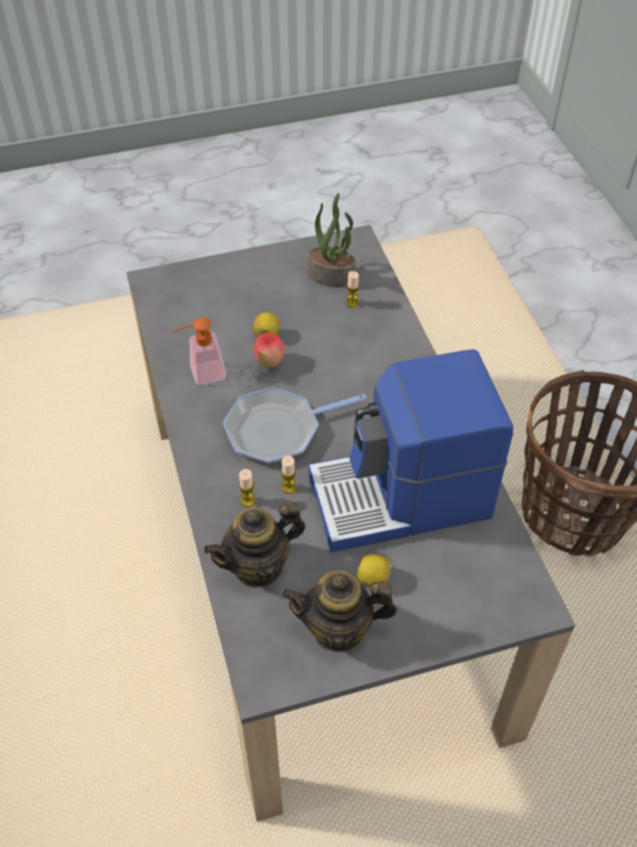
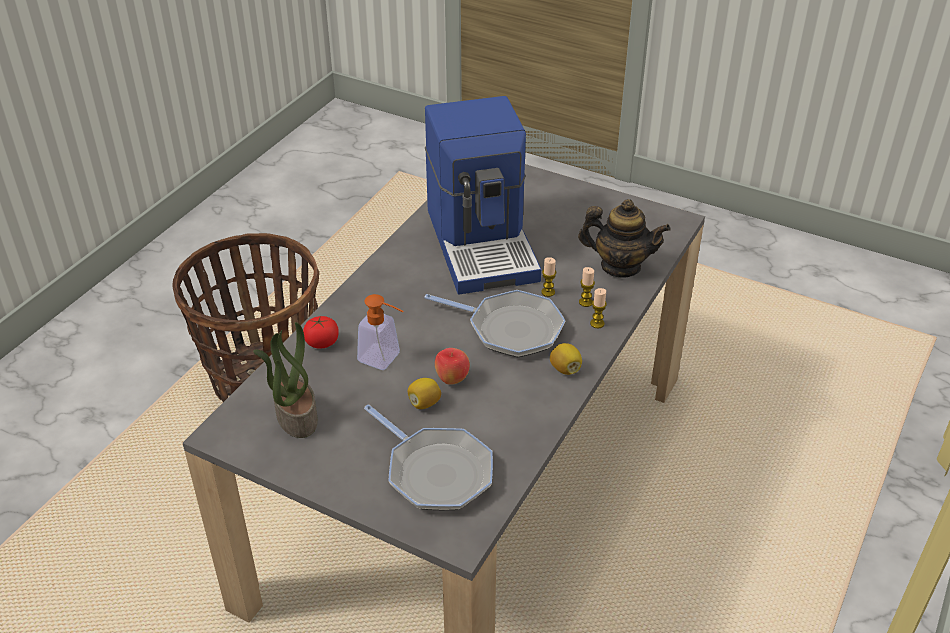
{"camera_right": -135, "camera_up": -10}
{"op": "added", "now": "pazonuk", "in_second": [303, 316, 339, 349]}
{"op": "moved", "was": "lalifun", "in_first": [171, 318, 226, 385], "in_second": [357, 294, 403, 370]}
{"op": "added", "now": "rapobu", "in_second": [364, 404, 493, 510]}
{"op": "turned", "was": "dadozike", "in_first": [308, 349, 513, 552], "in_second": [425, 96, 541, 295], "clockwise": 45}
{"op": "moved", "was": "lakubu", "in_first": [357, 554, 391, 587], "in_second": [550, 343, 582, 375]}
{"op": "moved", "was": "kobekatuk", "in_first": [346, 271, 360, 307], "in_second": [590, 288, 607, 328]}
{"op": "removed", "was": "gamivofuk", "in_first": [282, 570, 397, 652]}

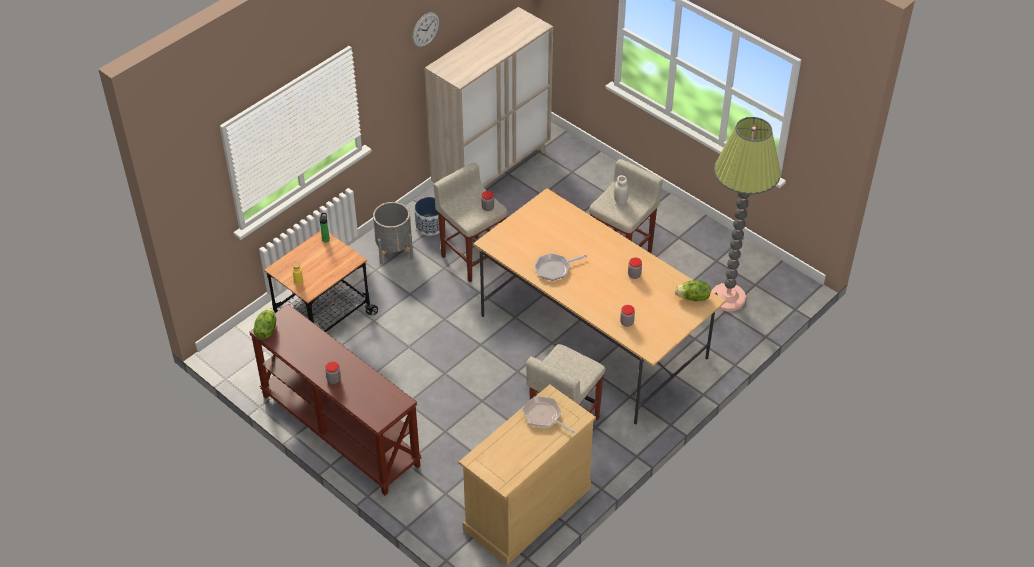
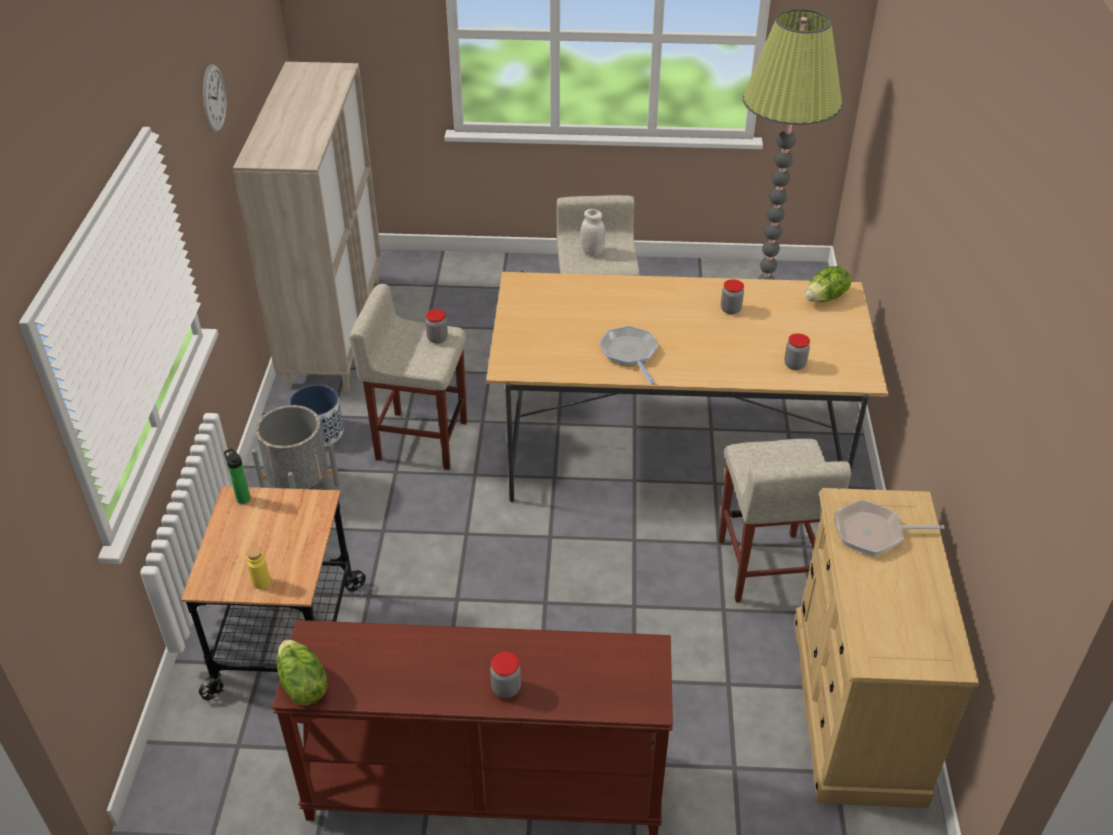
{"camera_right": -40, "camera_up": -5}
{"op": "turned", "was": "rapobu", "in_first": [534, 253, 587, 281], "in_second": [599, 326, 658, 385], "clockwise": 135}

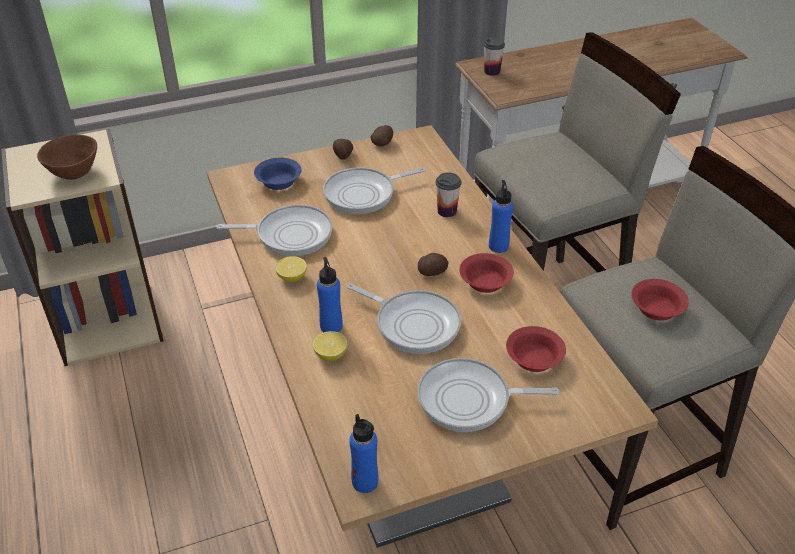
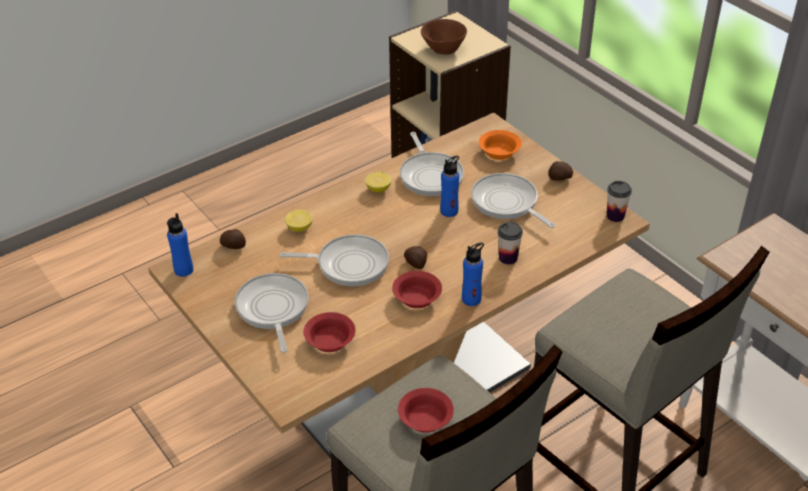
{"camera_right": 75, "camera_up": 0}
{"op": "moved", "was": "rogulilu", "in_first": [370, 125, 393, 147], "in_second": [220, 229, 246, 249]}
{"op": "turned", "was": "rapobu", "in_first": [347, 283, 461, 354], "in_second": [280, 234, 389, 286], "clockwise": -105}
{"op": "moved", "was": "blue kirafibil", "in_first": [317, 257, 343, 332], "in_second": [440, 155, 459, 217]}
{"op": "recoloured", "was": "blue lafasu", "now": "orange lafasu", "in_first": [254, 158, 301, 190], "in_second": [479, 130, 522, 160]}
{"op": "moved", "was": "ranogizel", "in_first": [484, 37, 505, 76], "in_second": [607, 181, 632, 222]}

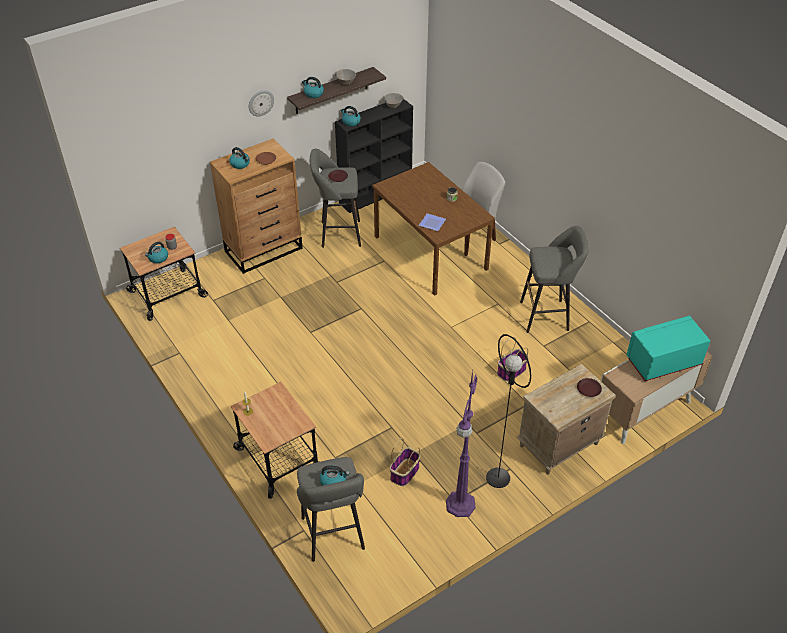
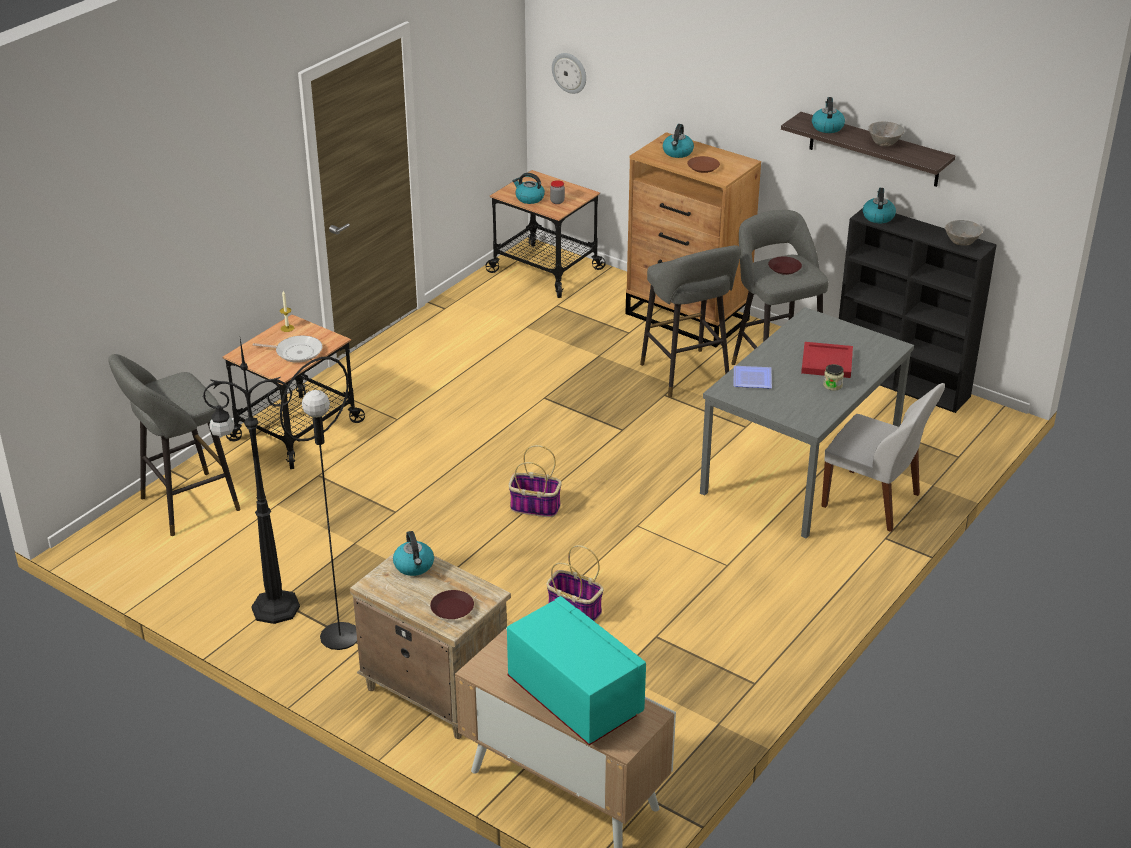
{"camera_right": 70, "camera_up": -10}
{"op": "recoloured", "was": "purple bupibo", "now": "black bupibo", "in_first": [446, 371, 477, 517], "in_second": [203, 339, 300, 624]}
{"op": "added", "now": "rapobu", "in_second": [252, 336, 322, 363]}
{"op": "moved", "was": "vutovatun", "in_first": [320, 465, 350, 486], "in_second": [393, 531, 434, 576]}
{"op": "moved", "was": "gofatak", "in_first": [390, 438, 421, 486], "in_second": [509, 445, 562, 517]}
{"op": "moved", "was": "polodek", "in_first": [249, 90, 274, 116], "in_second": [552, 53, 586, 94]}
{"op": "moved", "was": "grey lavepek", "in_first": [520, 226, 588, 333], "in_second": [640, 245, 741, 398]}
{"op": "recoloured", "was": "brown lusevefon", "now": "grey lusevefon", "in_first": [372, 162, 495, 296], "in_second": [700, 307, 914, 538]}
{"op": "added", "now": "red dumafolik", "in_second": [801, 342, 853, 378]}

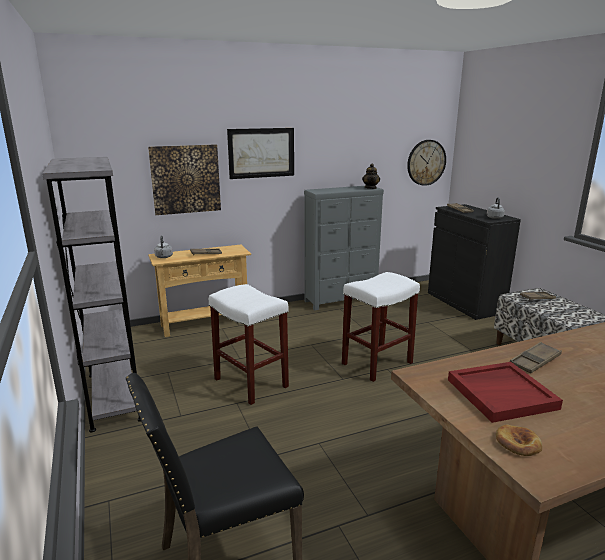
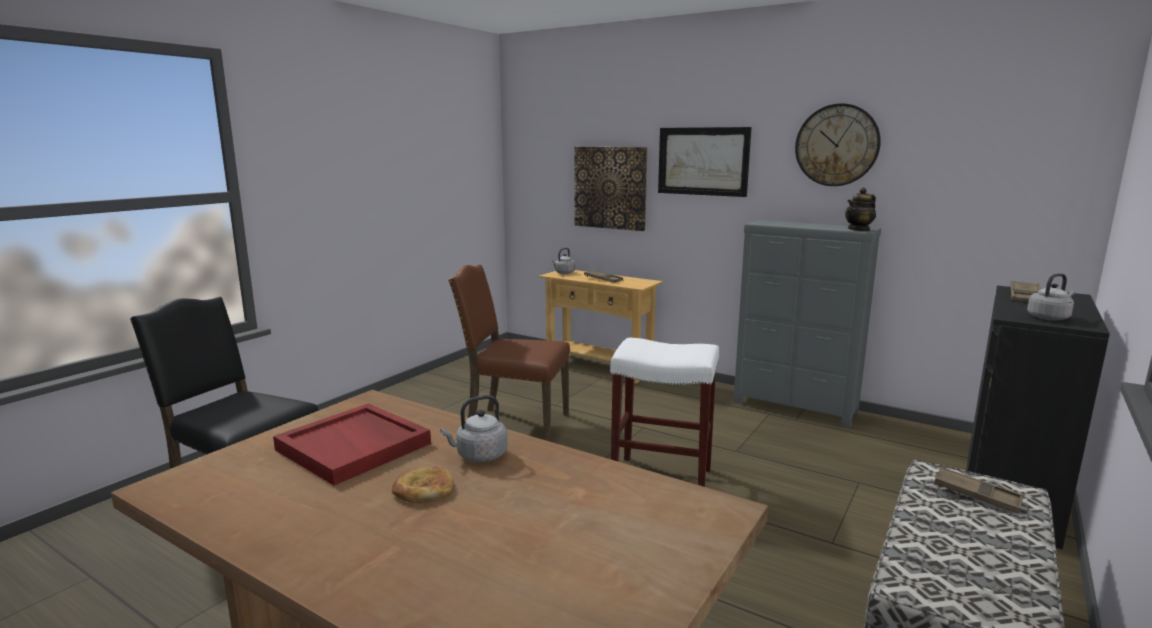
{"camera_right": 55, "camera_up": -5}
{"op": "moved", "was": "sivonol", "in_first": [496, 425, 542, 456], "in_second": [392, 467, 454, 503]}
{"op": "replaced", "was": "brown dumafolik", "now": "grey vutovatun", "in_first": [510, 342, 562, 373], "in_second": [440, 395, 508, 462]}
{"op": "replaced", "was": "white lavepek", "now": "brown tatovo", "in_first": [209, 284, 289, 405], "in_second": [448, 264, 570, 442]}
{"op": "moved", "was": "polodek", "in_first": [407, 140, 446, 186], "in_second": [795, 103, 881, 186]}
{"op": "removed", "was": "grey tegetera", "in_first": [42, 157, 141, 432]}

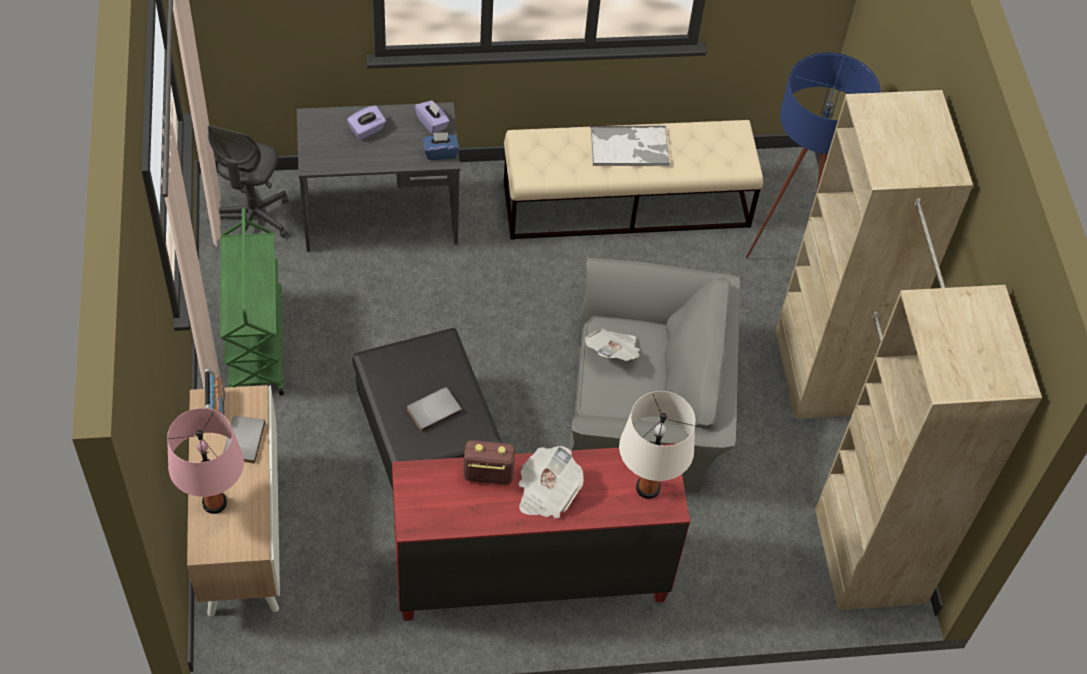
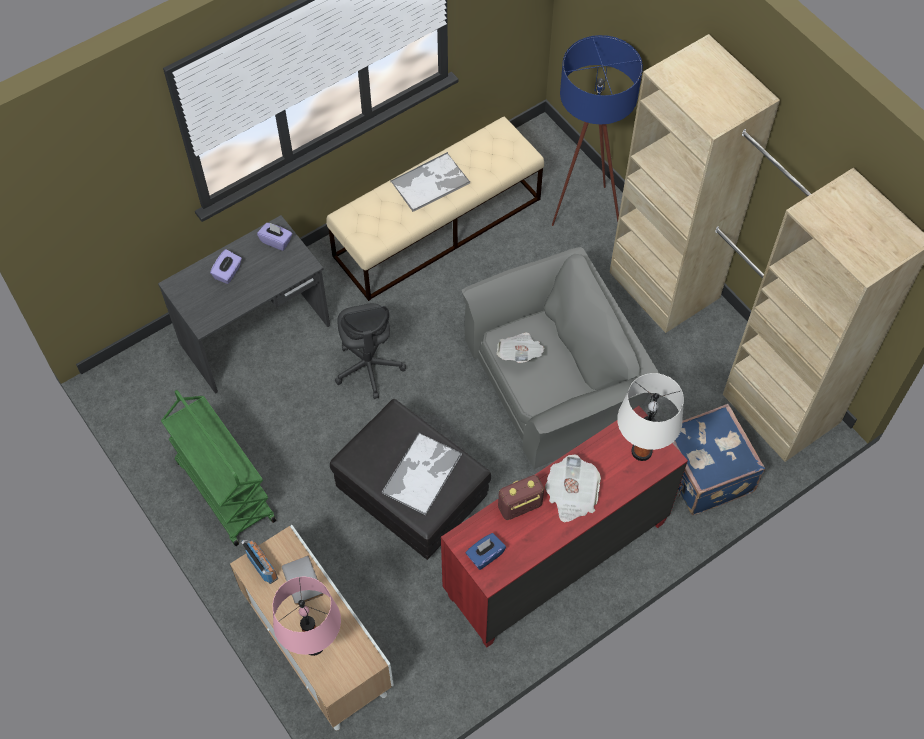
{"camera_right": -25, "camera_up": 5}
{"op": "moved", "was": "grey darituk", "in_first": [208, 125, 289, 238], "in_second": [335, 303, 406, 399]}
{"op": "replaced", "was": "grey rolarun", "now": "dumafolik", "in_first": [407, 387, 462, 432], "in_second": [381, 433, 462, 516]}
{"op": "moved", "was": "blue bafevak", "in_first": [423, 132, 459, 160], "in_second": [465, 533, 506, 570]}
{"op": "added", "now": "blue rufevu", "in_second": [673, 404, 765, 515]}

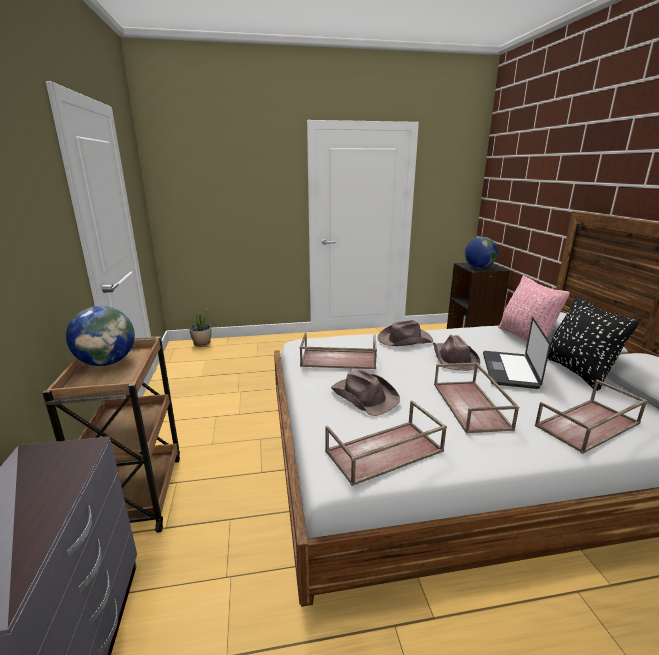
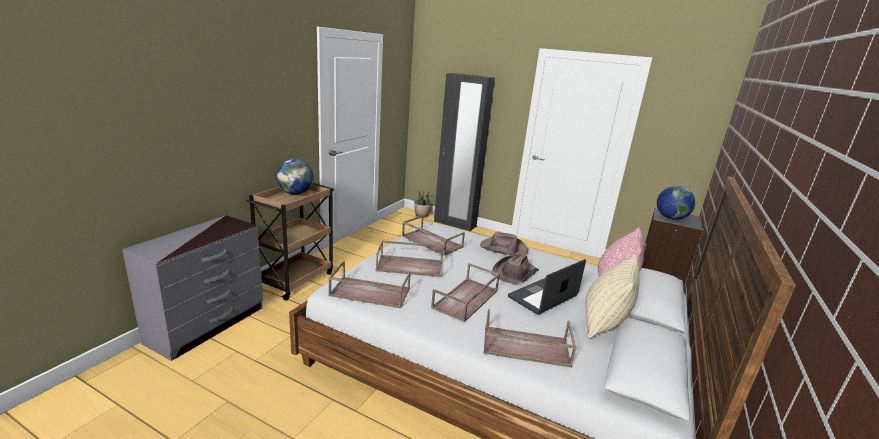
{"camera_right": 35, "camera_up": 0}
{"op": "replaced", "was": "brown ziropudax", "now": "brown dumafolik", "in_first": [331, 369, 400, 416], "in_second": [375, 240, 444, 277]}
{"op": "added", "now": "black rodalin", "in_second": [434, 73, 495, 231]}
{"op": "recoloured", "was": "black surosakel", "now": "beige surosakel", "in_first": [548, 297, 639, 391], "in_second": [585, 254, 640, 339]}

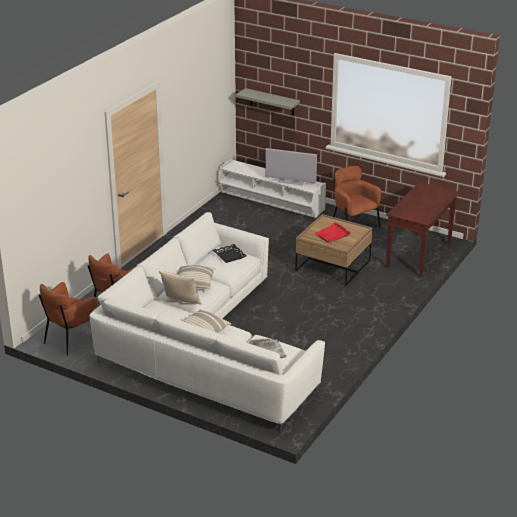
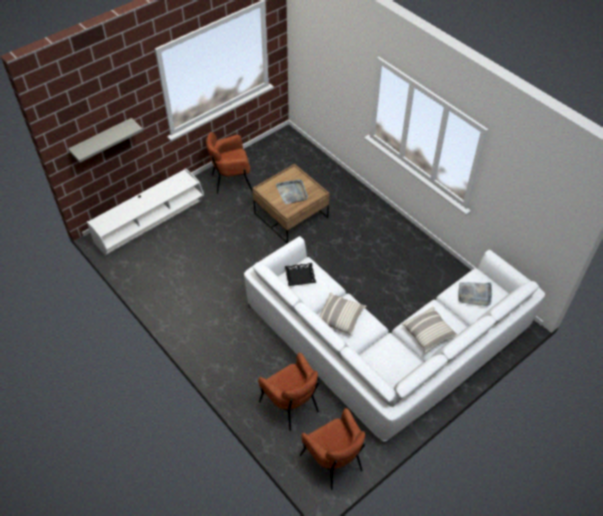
{"camera_right": -70, "camera_up": 20}
{"op": "recoloured", "was": "red dumafolik", "now": "grey dumafolik", "in_first": [315, 222, 351, 243], "in_second": [276, 179, 308, 204]}
{"op": "removed", "was": "surosakel", "in_first": [159, 271, 202, 304]}
{"op": "removed", "was": "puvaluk", "in_first": [266, 148, 317, 185]}
{"op": "removed", "was": "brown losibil", "in_first": [386, 182, 459, 277]}

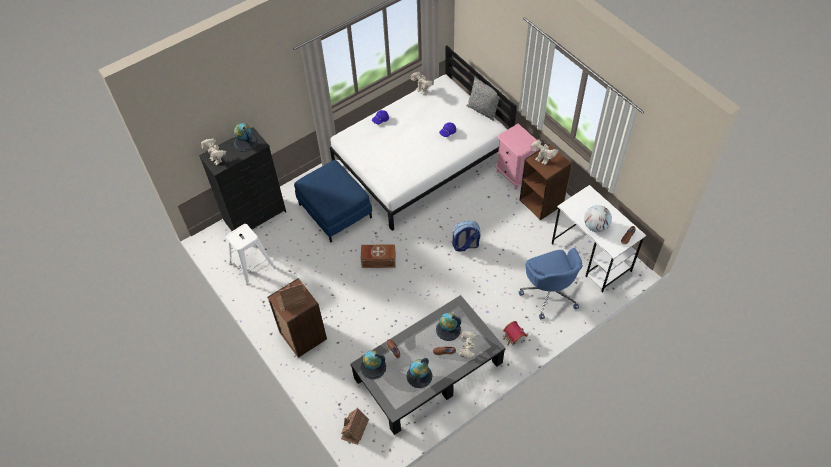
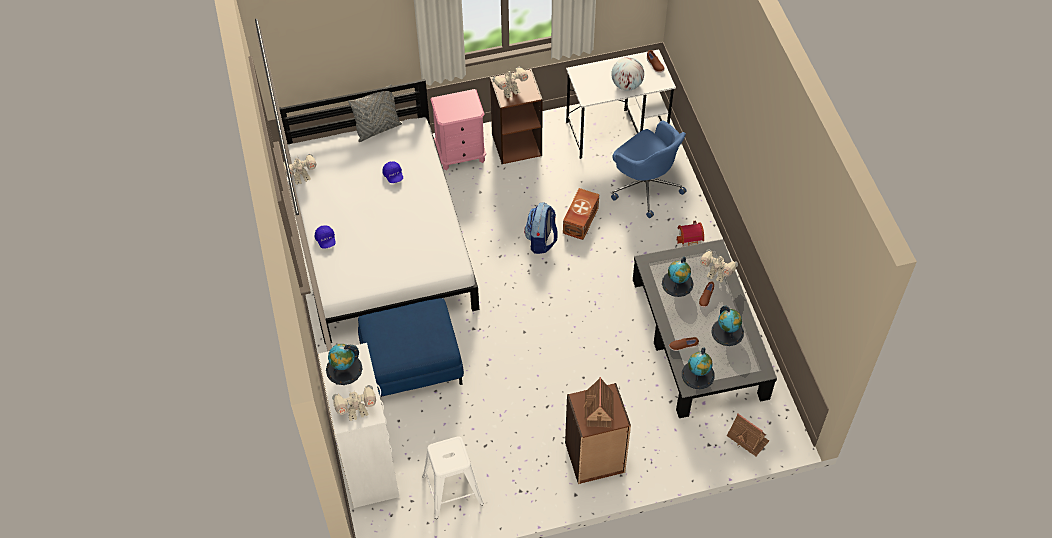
{"camera_right": -70, "camera_up": 0}
{"op": "recoloured", "was": "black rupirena", "now": "white rupirena", "in_first": [199, 127, 286, 236], "in_second": [318, 343, 399, 508]}
{"op": "moved", "was": "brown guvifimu", "in_first": [361, 244, 396, 268], "in_second": [563, 188, 599, 240]}
{"op": "turned", "was": "blue darituk", "in_first": [519, 248, 583, 319], "in_second": [611, 120, 687, 218], "clockwise": 45}

